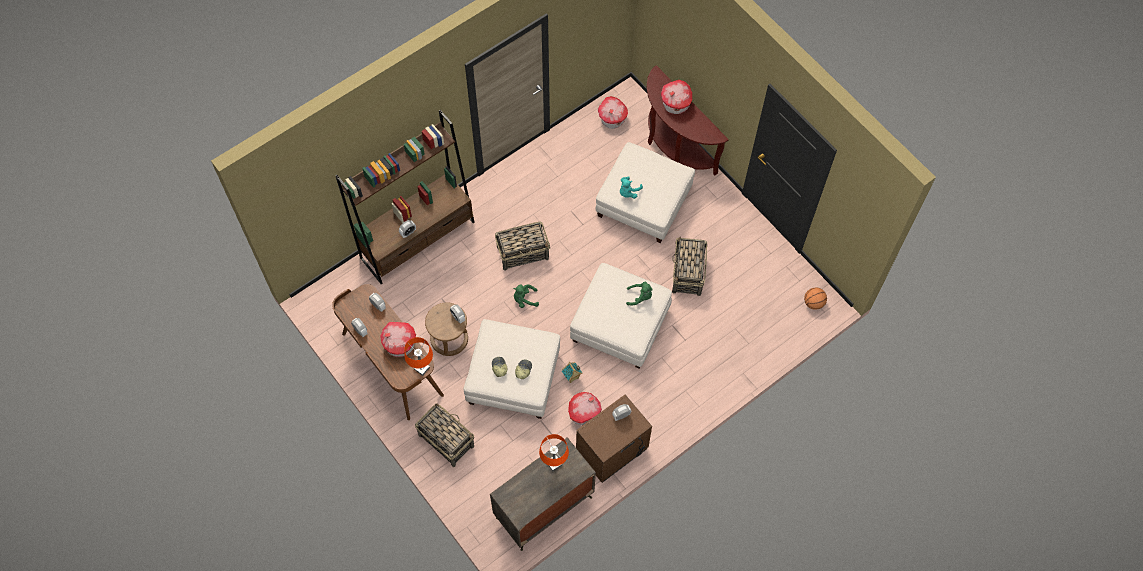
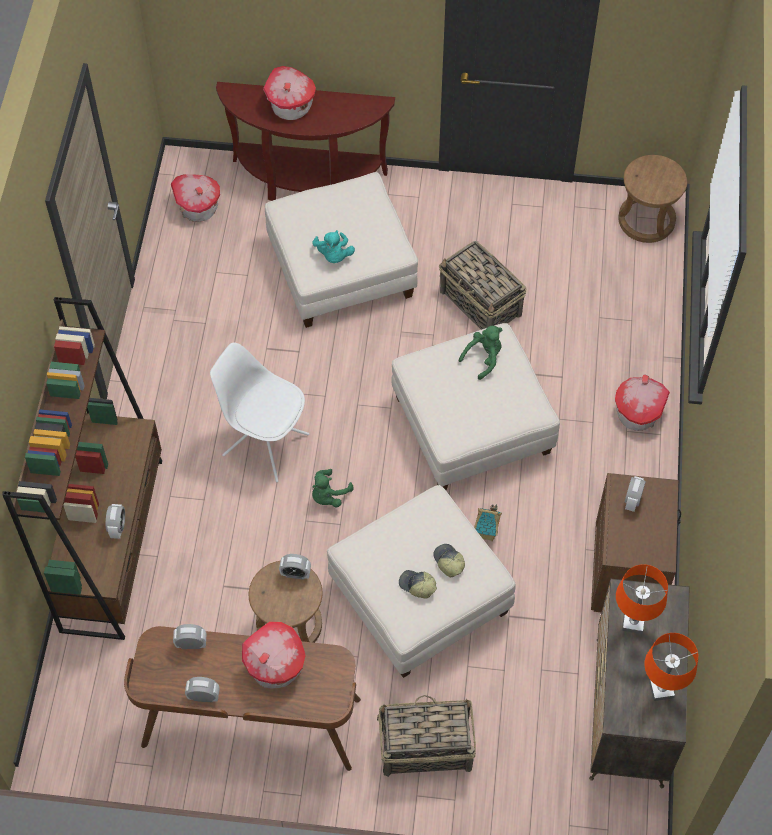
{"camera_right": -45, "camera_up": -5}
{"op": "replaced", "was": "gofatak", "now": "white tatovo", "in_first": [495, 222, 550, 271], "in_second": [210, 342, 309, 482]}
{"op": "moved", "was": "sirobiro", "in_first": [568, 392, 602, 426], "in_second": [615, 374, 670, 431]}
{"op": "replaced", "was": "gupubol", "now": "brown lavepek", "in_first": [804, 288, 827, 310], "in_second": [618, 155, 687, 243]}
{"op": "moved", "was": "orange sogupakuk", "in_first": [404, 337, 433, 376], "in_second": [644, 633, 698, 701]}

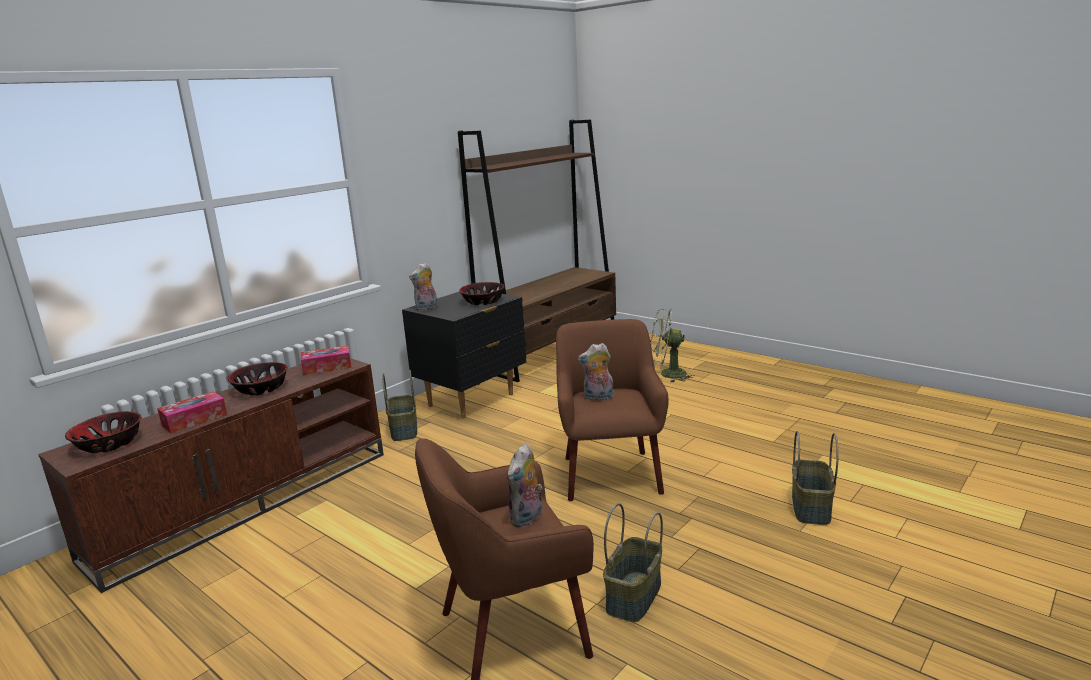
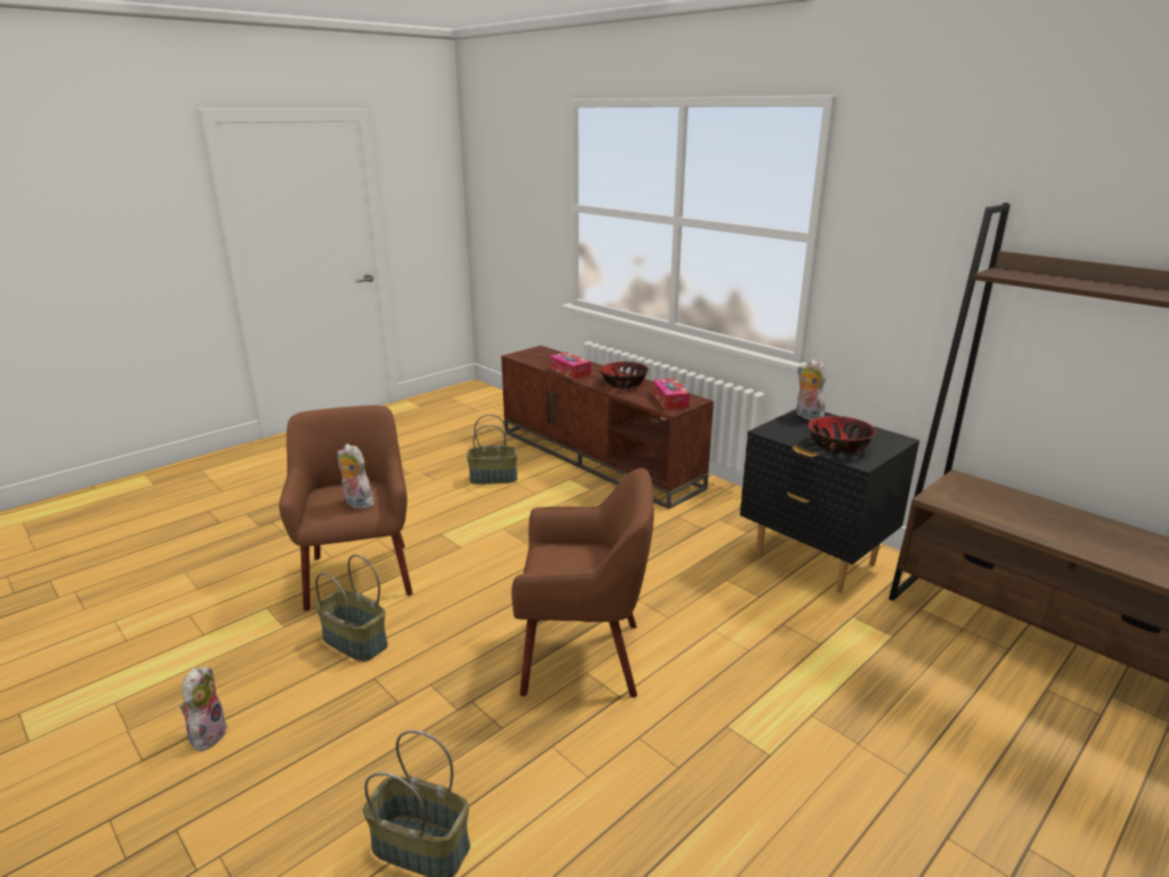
{"camera_right": 95, "camera_up": 5}
{"op": "moved", "was": "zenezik", "in_first": [578, 343, 614, 401], "in_second": [180, 666, 228, 751]}
{"op": "moved", "was": "gofatak", "in_first": [382, 370, 417, 441], "in_second": [467, 414, 517, 484]}
{"op": "removed", "was": "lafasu", "in_first": [65, 411, 142, 453]}
{"op": "removed", "was": "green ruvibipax", "in_first": [650, 309, 695, 383]}

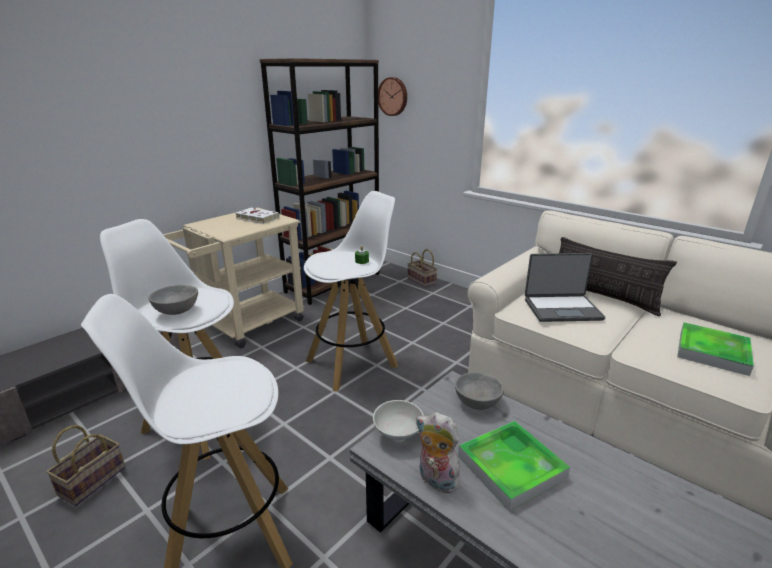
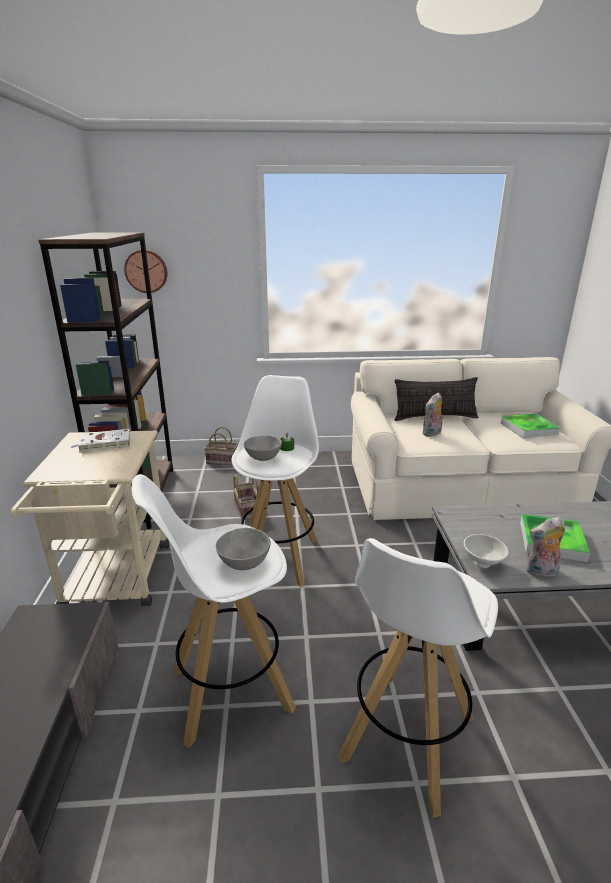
{"camera_right": -45, "camera_up": 0}
{"op": "moved", "was": "gofatak", "in_first": [46, 425, 125, 506], "in_second": [233, 475, 259, 520]}
{"op": "moved", "was": "grey lafasu", "in_first": [455, 372, 504, 410], "in_second": [244, 435, 282, 461]}
{"op": "replaced", "was": "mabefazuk", "now": "zenezik", "in_first": [525, 253, 605, 322], "in_second": [422, 392, 443, 436]}

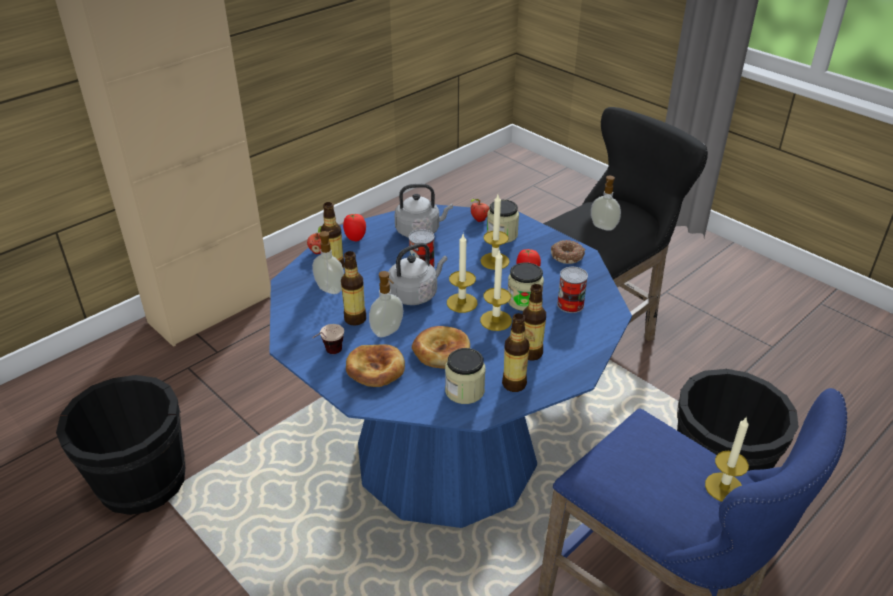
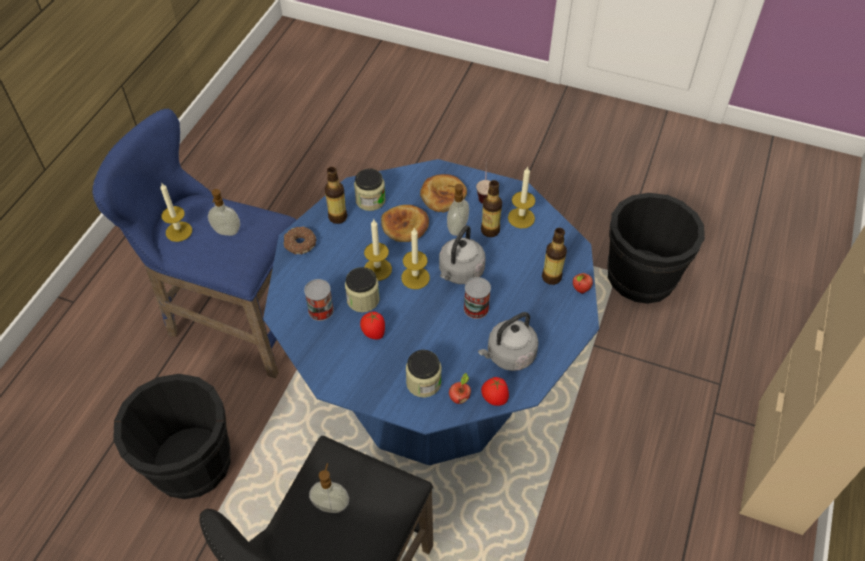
{"camera_right": 155, "camera_up": 15}
{"op": "moved", "was": "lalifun", "in_first": [312, 230, 344, 294], "in_second": [208, 189, 240, 236]}
{"op": "moved", "was": "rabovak", "in_first": [551, 240, 585, 264], "in_second": [284, 227, 317, 254]}
{"op": "moved", "was": "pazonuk", "in_first": [343, 214, 366, 241], "in_second": [481, 377, 509, 406]}
{"op": "moved", "was": "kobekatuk", "in_first": [481, 195, 510, 270], "in_second": [508, 166, 535, 228]}
{"op": "removed", "was": "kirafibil", "in_first": [523, 284, 546, 361]}

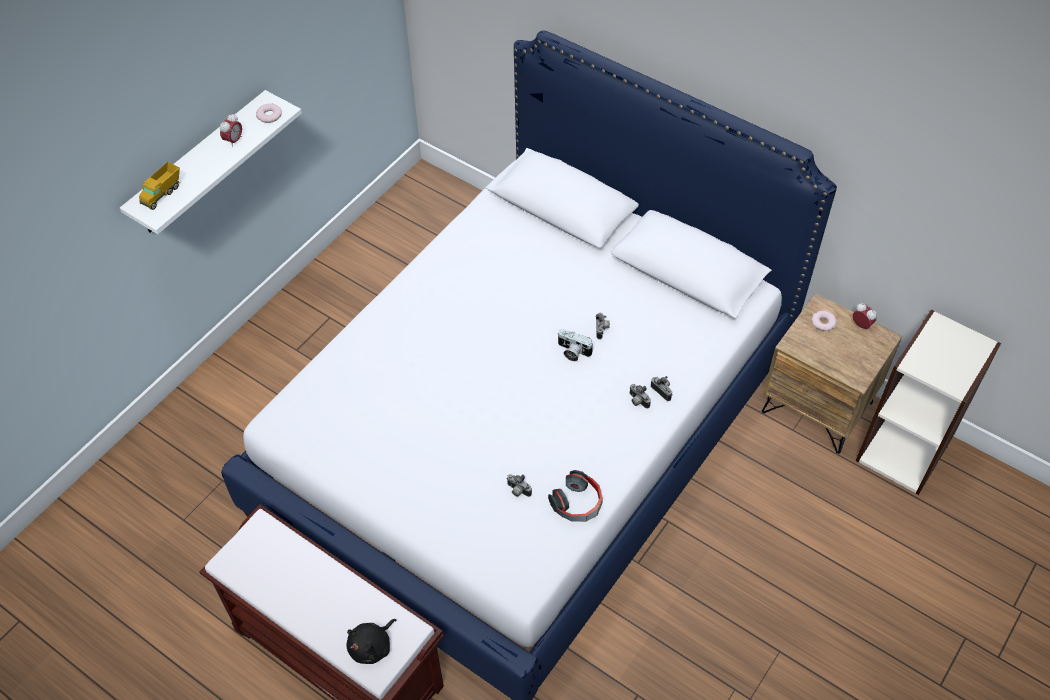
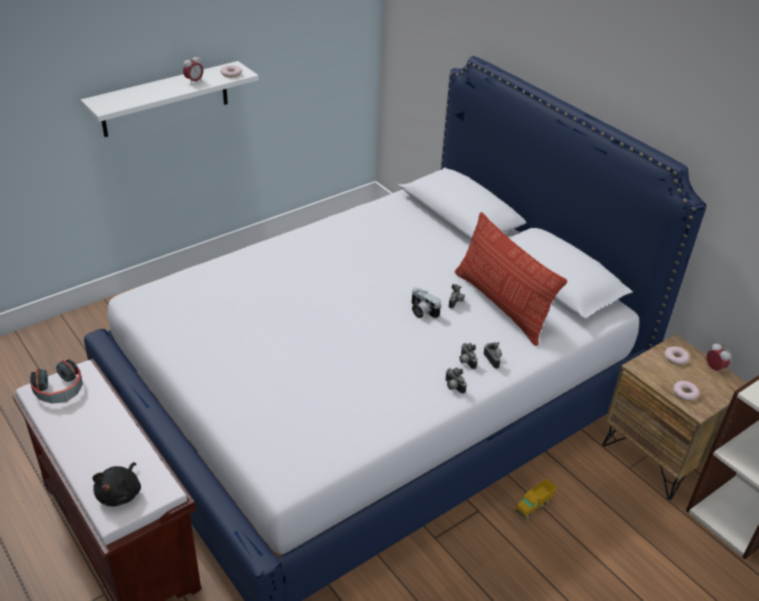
{"camera_right": 15, "camera_up": -15}
{"op": "moved", "was": "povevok", "in_first": [548, 470, 603, 522], "in_second": [30, 359, 83, 404]}
{"op": "turned", "was": "black zenezik", "in_first": [347, 619, 397, 664], "in_second": [92, 462, 141, 507], "clockwise": -45}
{"op": "moved", "was": "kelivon", "in_first": [506, 474, 532, 497], "in_second": [445, 368, 467, 394]}
{"op": "added", "now": "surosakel", "in_second": [455, 212, 567, 345]}
{"op": "moved", "was": "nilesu", "in_first": [139, 162, 180, 210], "in_second": [515, 479, 557, 520]}
{"op": "added", "now": "rabovak", "in_second": [673, 381, 700, 401]}

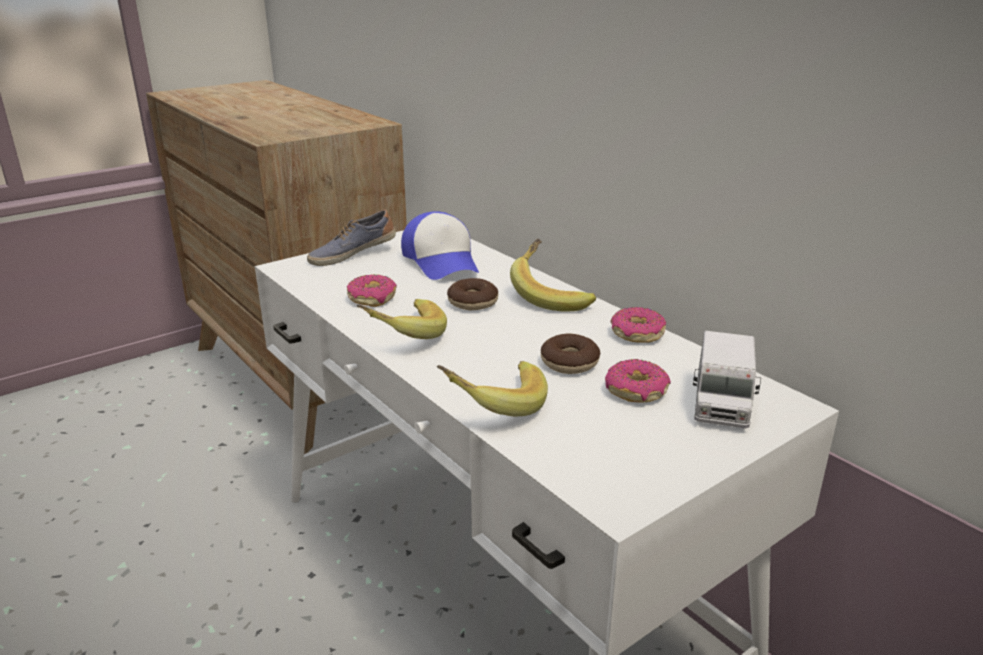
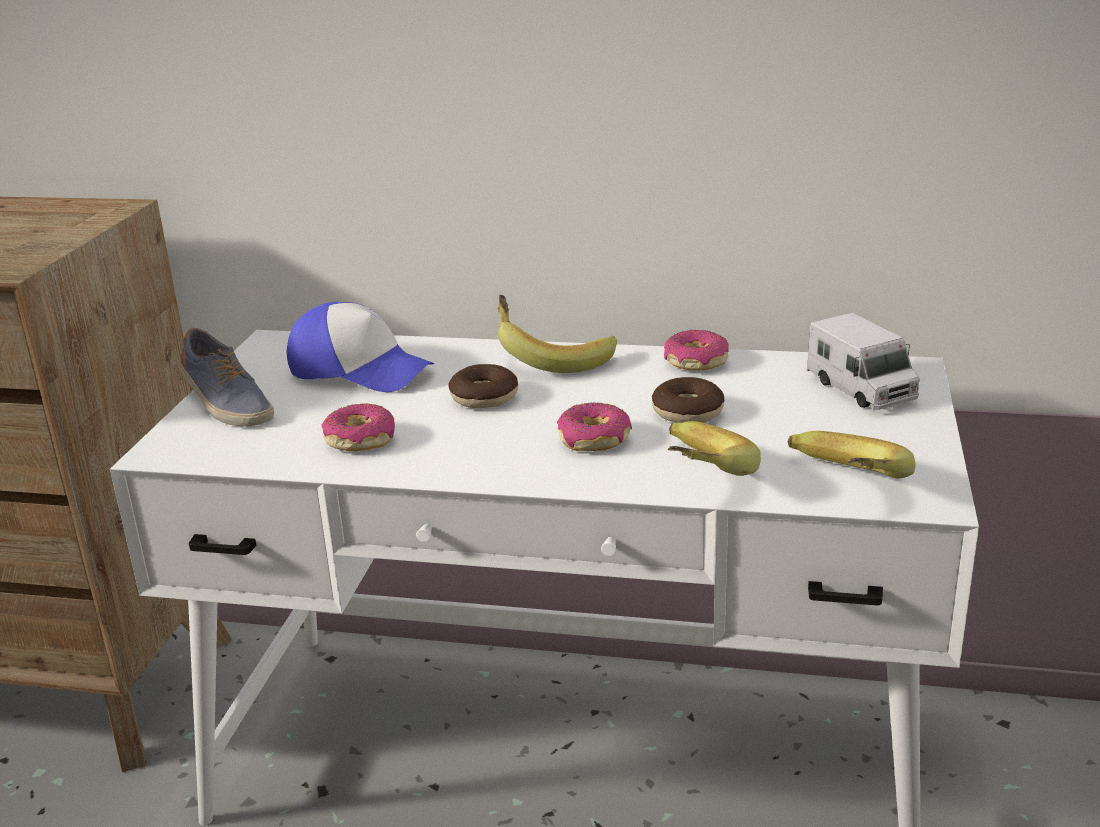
{"camera_right": -40, "camera_up": 0}
{"op": "turned", "was": "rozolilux", "in_first": [307, 209, 396, 266], "in_second": [179, 328, 274, 426], "clockwise": -60}
{"op": "moved", "was": "rabovak", "in_first": [605, 359, 671, 403], "in_second": [557, 402, 632, 451]}
{"op": "moved", "was": "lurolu", "in_first": [357, 299, 447, 339], "in_second": [788, 431, 916, 478]}

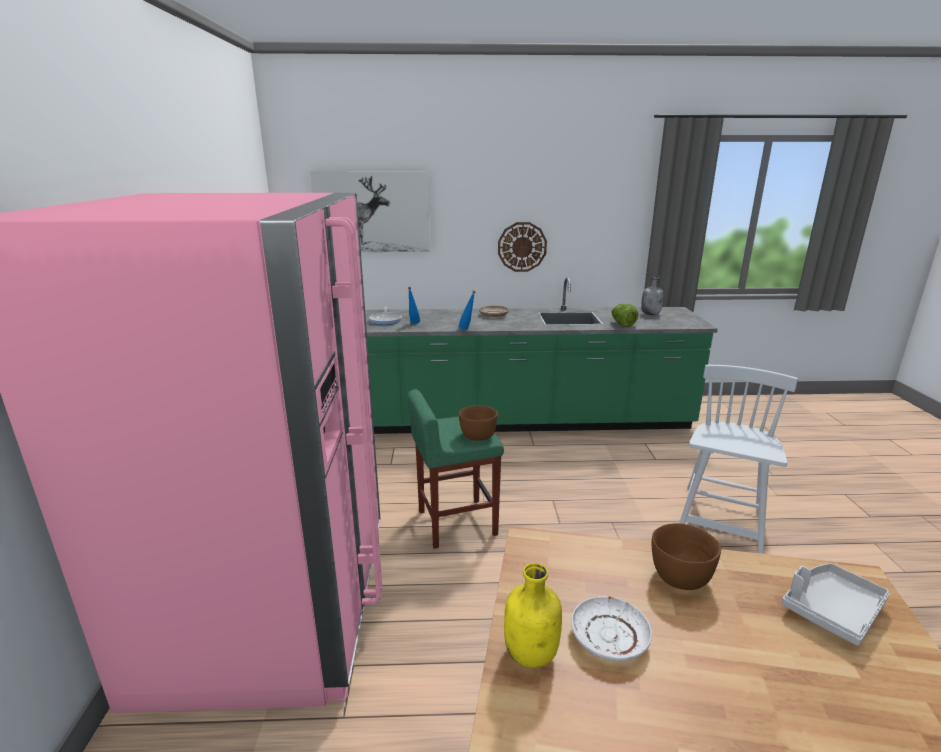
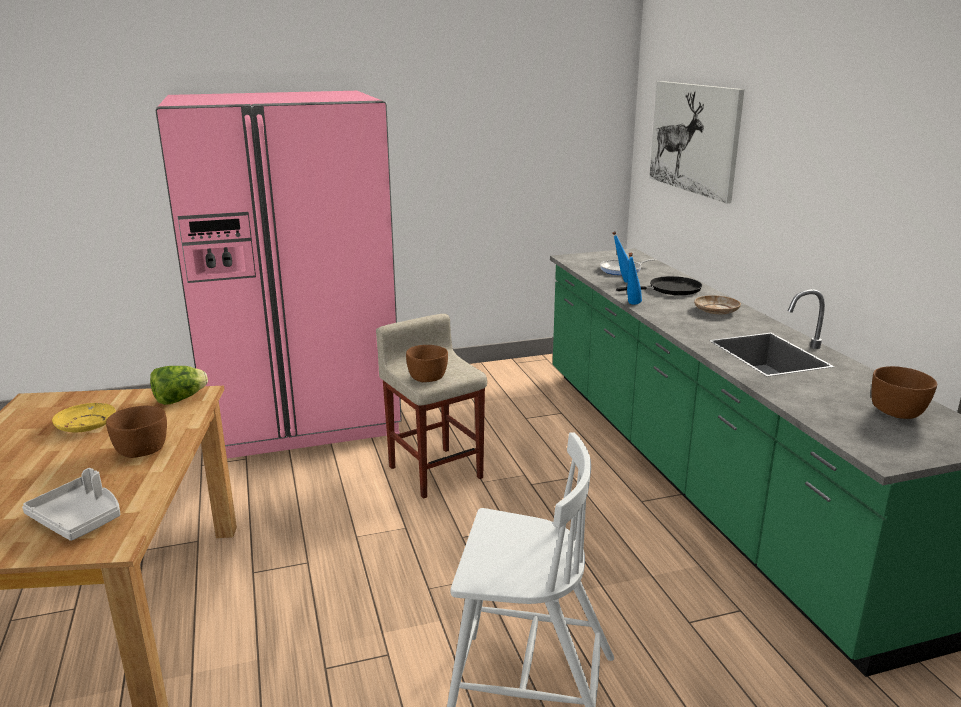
{"camera_right": 75, "camera_up": 0}
{"op": "recoloured", "was": "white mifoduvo", "now": "yellow mifoduvo", "in_first": [571, 596, 652, 662], "in_second": [52, 403, 116, 432]}
{"op": "moved", "was": "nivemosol", "in_first": [611, 304, 638, 327], "in_second": [150, 366, 208, 405]}
{"op": "recoloured", "was": "green lavepek", "now": "beige lavepek", "in_first": [407, 389, 504, 549], "in_second": [376, 314, 487, 499]}
{"op": "added", "now": "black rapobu", "in_second": [616, 276, 702, 295]}
{"op": "replaced", "was": "grey kirafibil", "now": "brown lafasu", "in_first": [641, 276, 664, 315], "in_second": [871, 366, 937, 419]}
{"op": "removed", "was": "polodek", "in_first": [498, 222, 547, 272]}
{"op": "removed", "was": "yellow kirafibil", "in_first": [504, 563, 562, 668]}

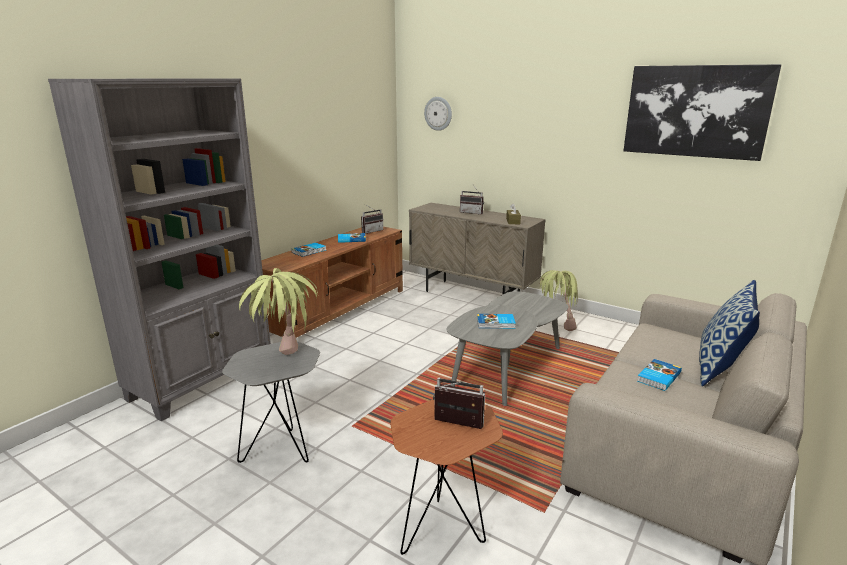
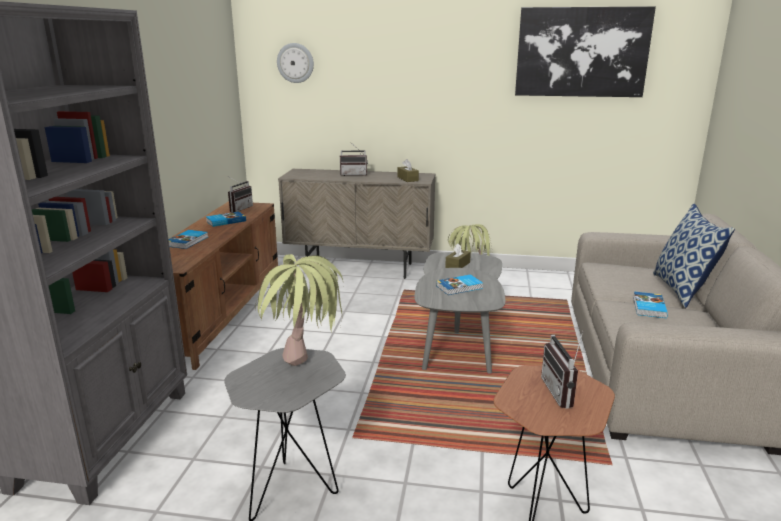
{"camera_right": -25, "camera_up": 0}
{"op": "added", "now": "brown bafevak", "in_second": [445, 243, 471, 268]}
{"op": "turned", "was": "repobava", "in_first": [433, 377, 485, 429], "in_second": [541, 331, 583, 409], "clockwise": -90}

